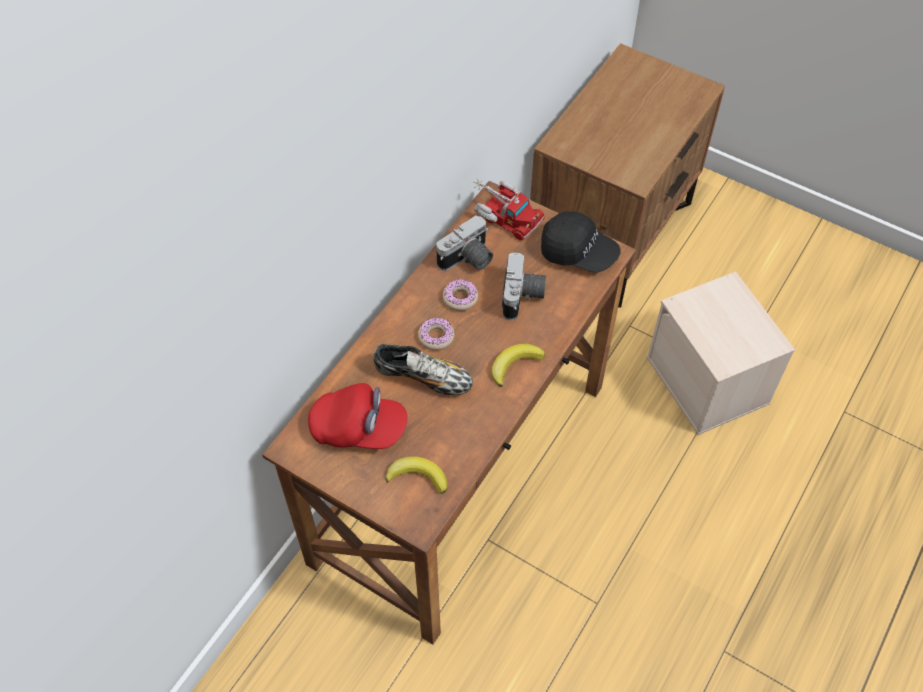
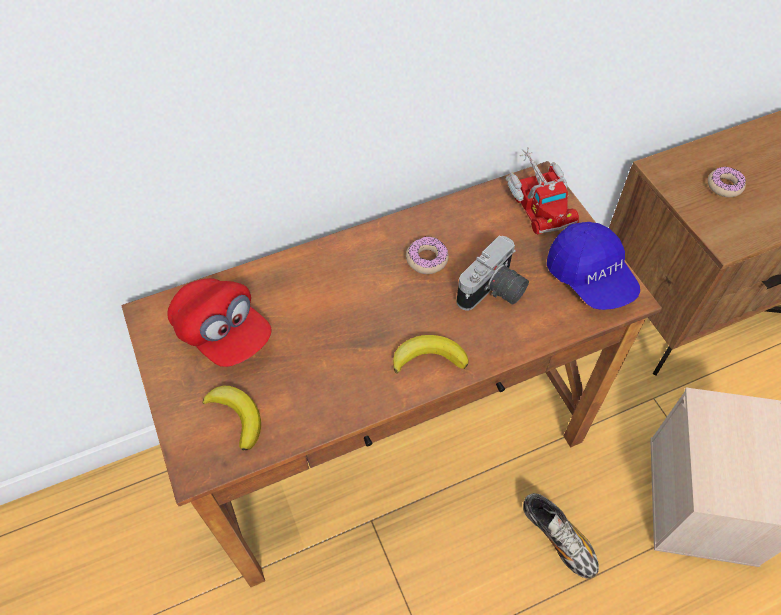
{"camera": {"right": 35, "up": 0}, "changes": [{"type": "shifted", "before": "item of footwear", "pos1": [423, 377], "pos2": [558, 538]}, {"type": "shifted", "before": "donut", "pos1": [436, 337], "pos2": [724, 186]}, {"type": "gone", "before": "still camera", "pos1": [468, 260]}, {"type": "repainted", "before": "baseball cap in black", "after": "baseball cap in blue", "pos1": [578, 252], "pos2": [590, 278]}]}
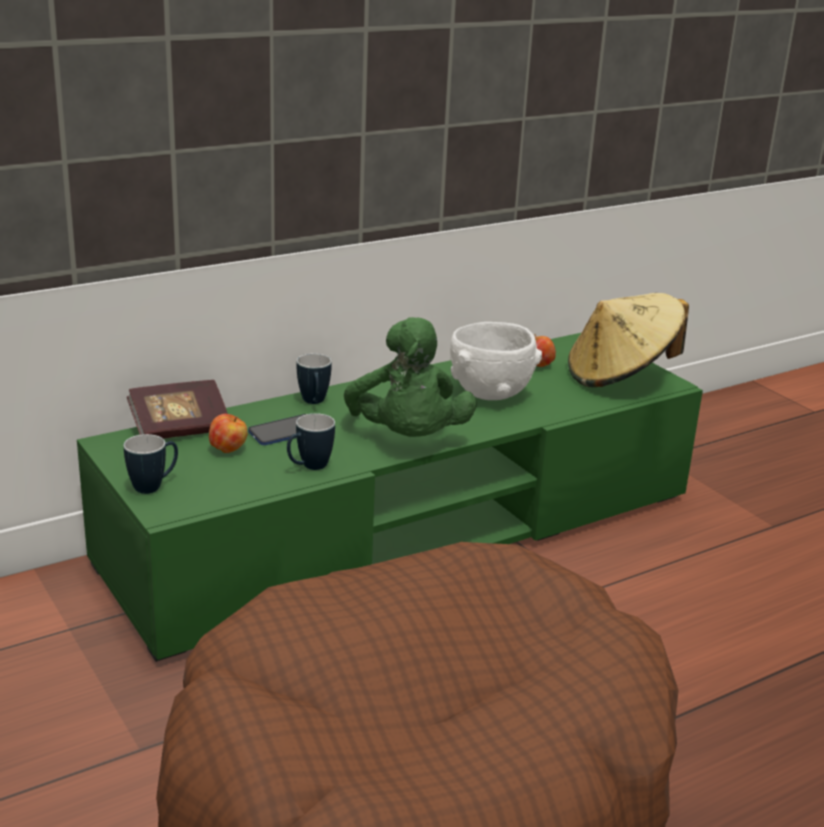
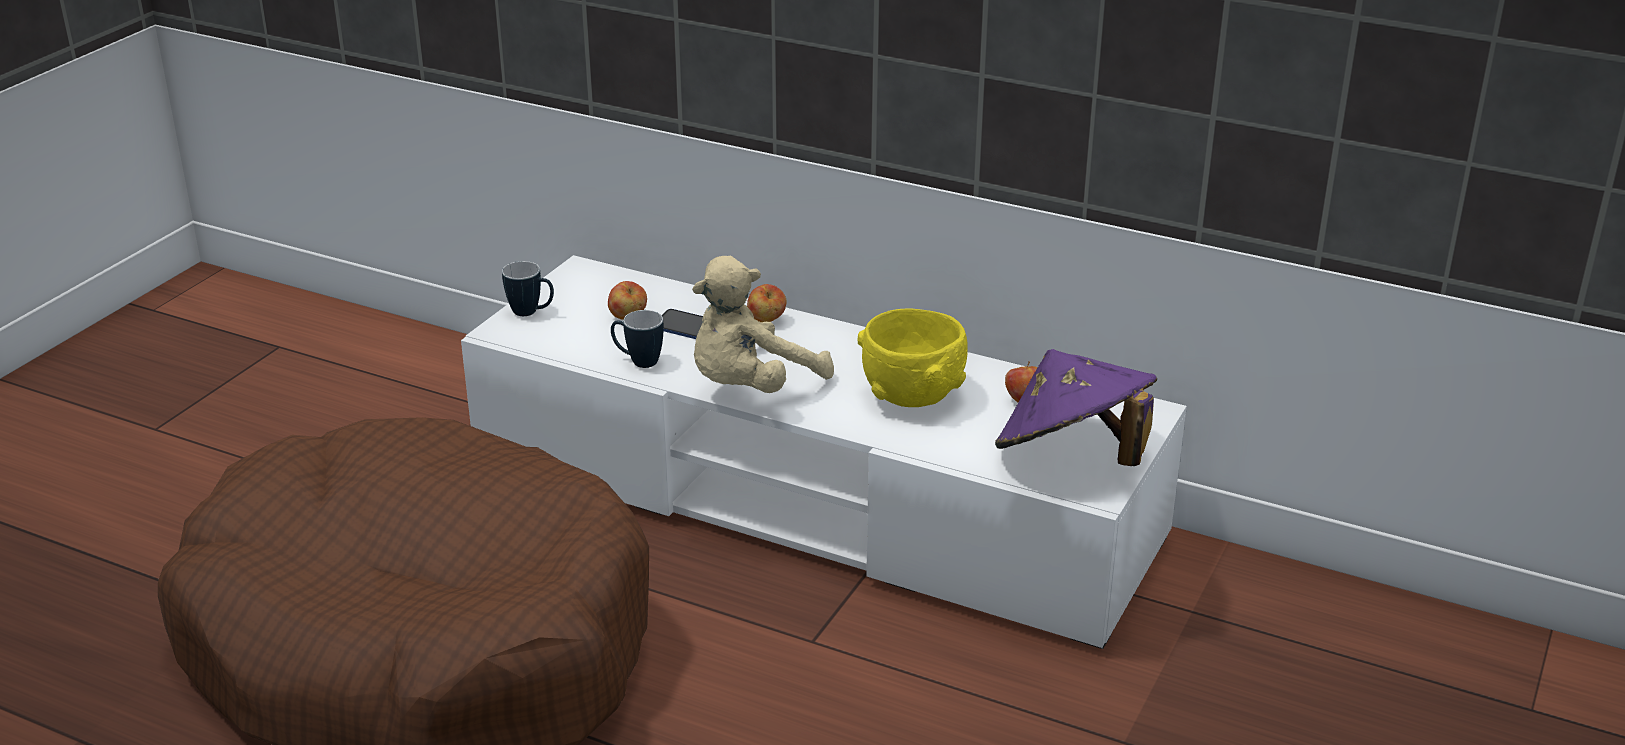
{"camera": {"right": 60, "up": 5}, "changes": [{"type": "repainted", "before": "media console in greenish", "after": "media console in white", "pos1": [406, 529], "pos2": [812, 500]}, {"type": "gone", "before": "volume", "pos1": [180, 429]}, {"type": "swapped", "before": "tea mug", "after": "apple", "pos1": [314, 403], "pos2": [766, 320]}, {"type": "repainted", "before": "cuddly toy in greenish", "after": "cuddly toy in sand-coloured", "pos1": [408, 439], "pos2": [751, 387]}, {"type": "repainted", "before": "bowl in white", "after": "bowl in yellowish", "pos1": [490, 393], "pos2": [913, 396]}, {"type": "repainted", "before": "wearable hat in sand-coloured", "after": "wearable hat in purple", "pos1": [621, 376], "pos2": [1072, 457]}]}
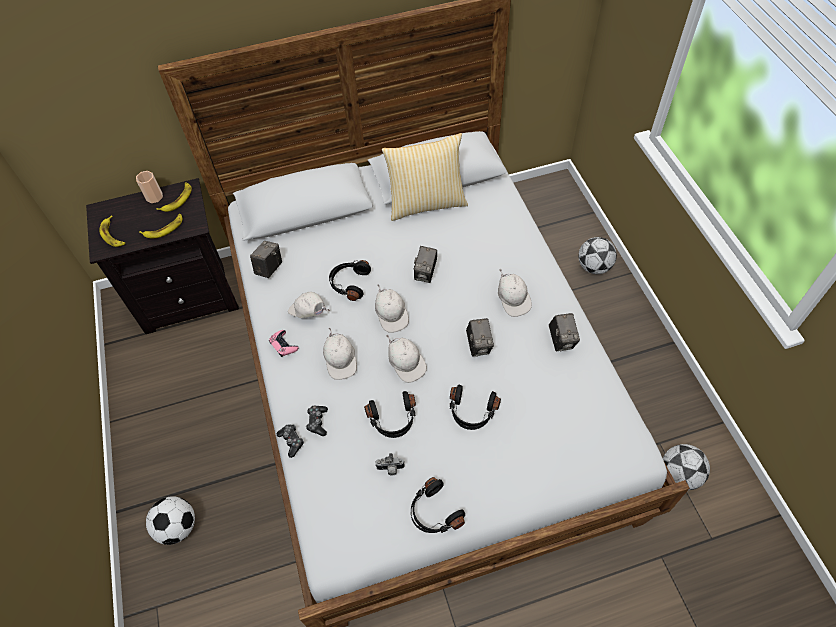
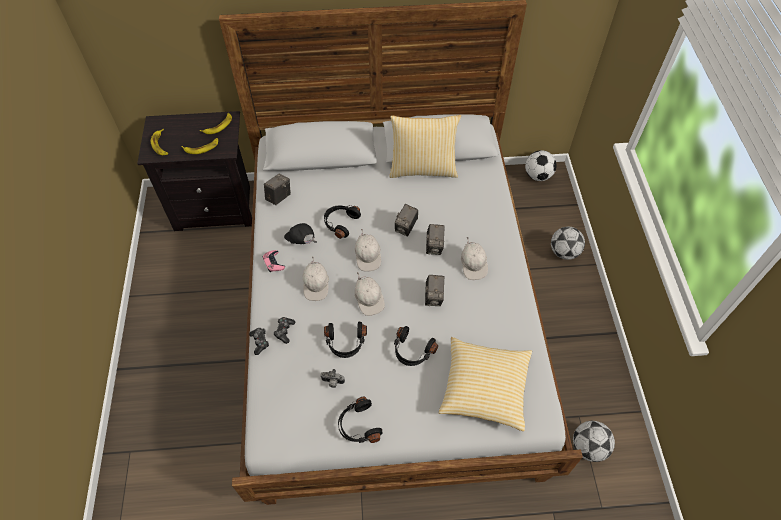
{"camera": {"right": 10, "up": 0}, "changes": [{"type": "gone", "before": "drinking cup", "pos1": [154, 197]}, {"type": "shifted", "before": "football", "pos1": [178, 527], "pos2": [537, 175]}, {"type": "repainted", "before": "baseball cap in white", "after": "baseball cap in black", "pos1": [309, 313], "pos2": [301, 241]}, {"type": "shifted", "before": "still camera", "pos1": [561, 340], "pos2": [434, 247]}, {"type": "new", "after": "cushion", "pos2": [484, 388]}]}
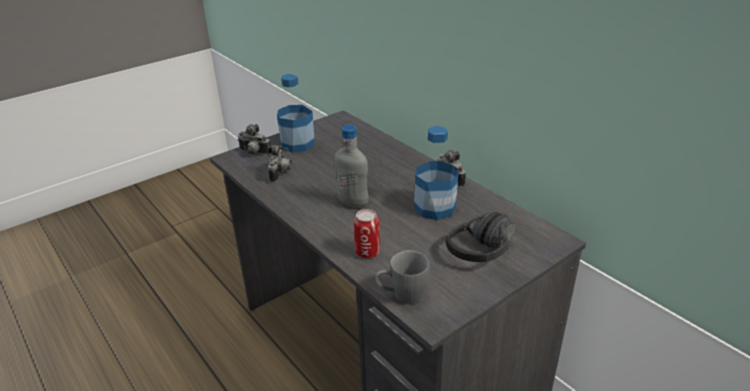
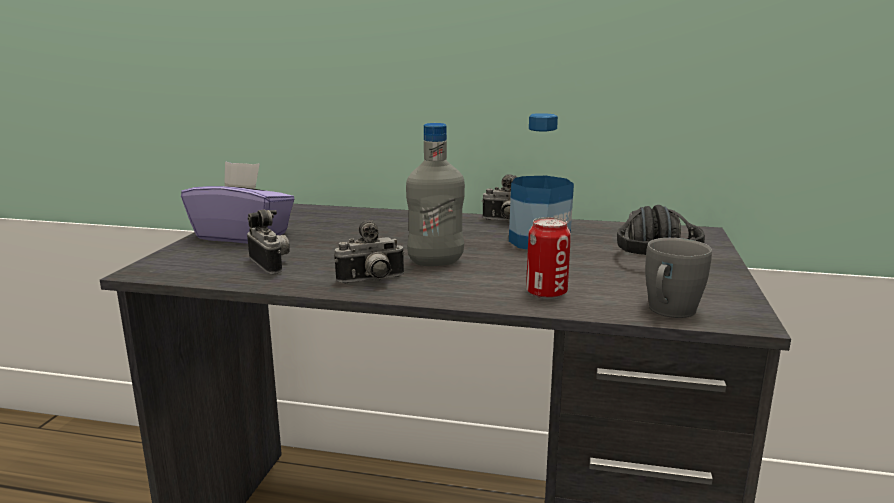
{"camera": {"right": -40, "up": -15}, "changes": [{"type": "shifted", "before": "still camera", "pos1": [253, 153], "pos2": [372, 281]}, {"type": "swapped", "before": "beverage bottle", "after": "tissue holder in purple", "pos1": [297, 143], "pos2": [243, 236]}]}
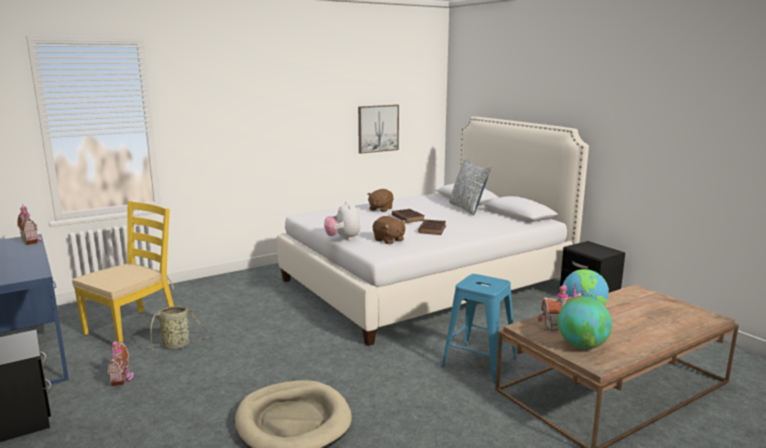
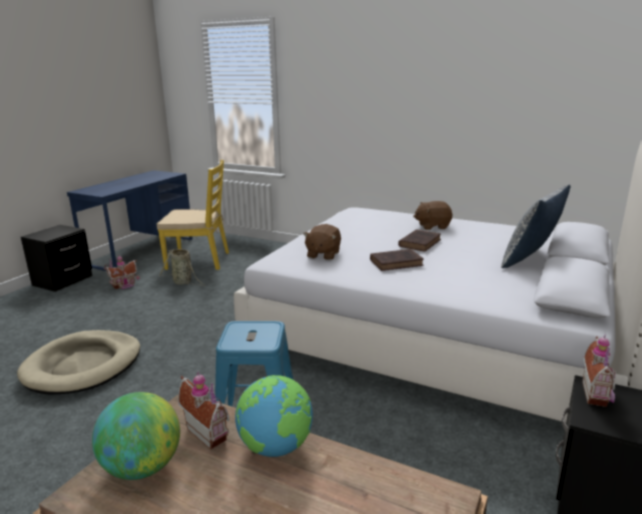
{"camera": {"right": 60, "up": 5}, "changes": [{"type": "shifted", "before": "miniature house", "pos1": [32, 241], "pos2": [598, 394]}, {"type": "gone", "before": "cuddly toy", "pos1": [343, 238]}, {"type": "gone", "before": "picture", "pos1": [378, 128]}]}
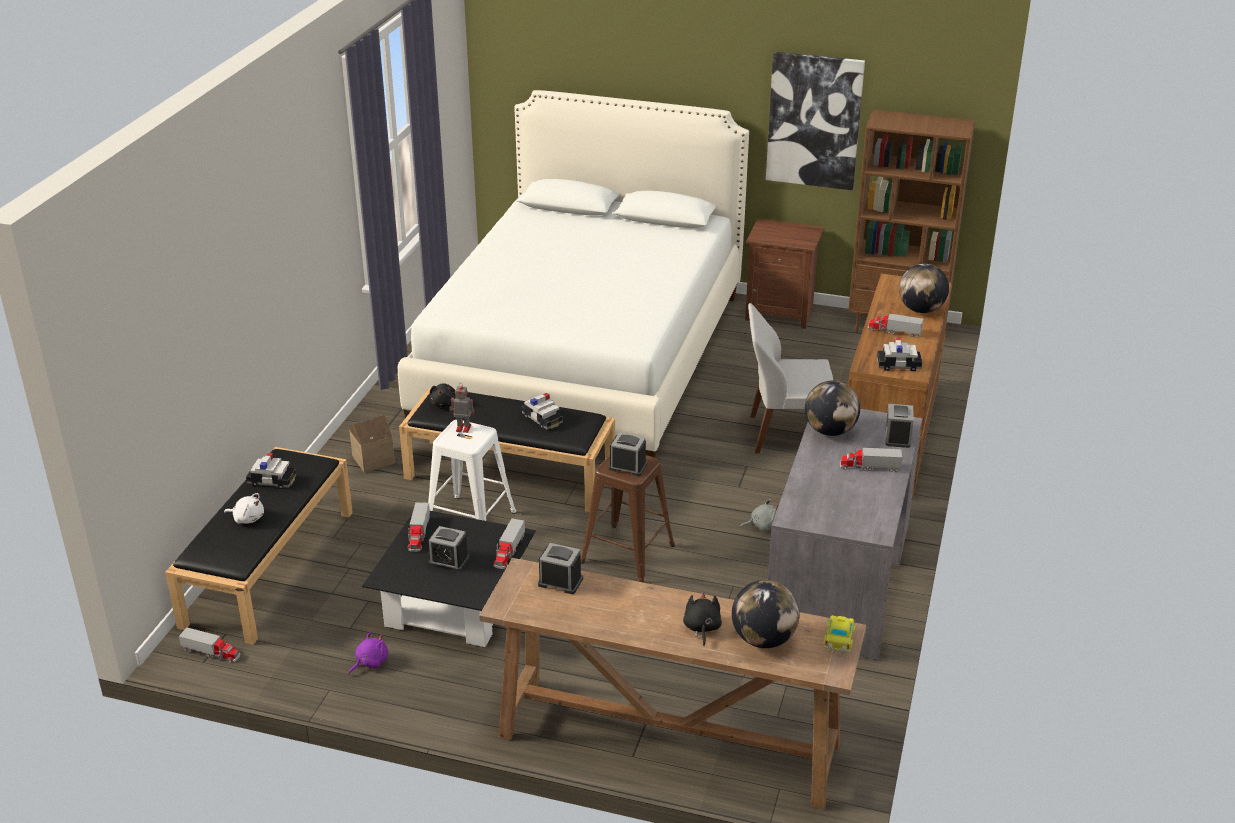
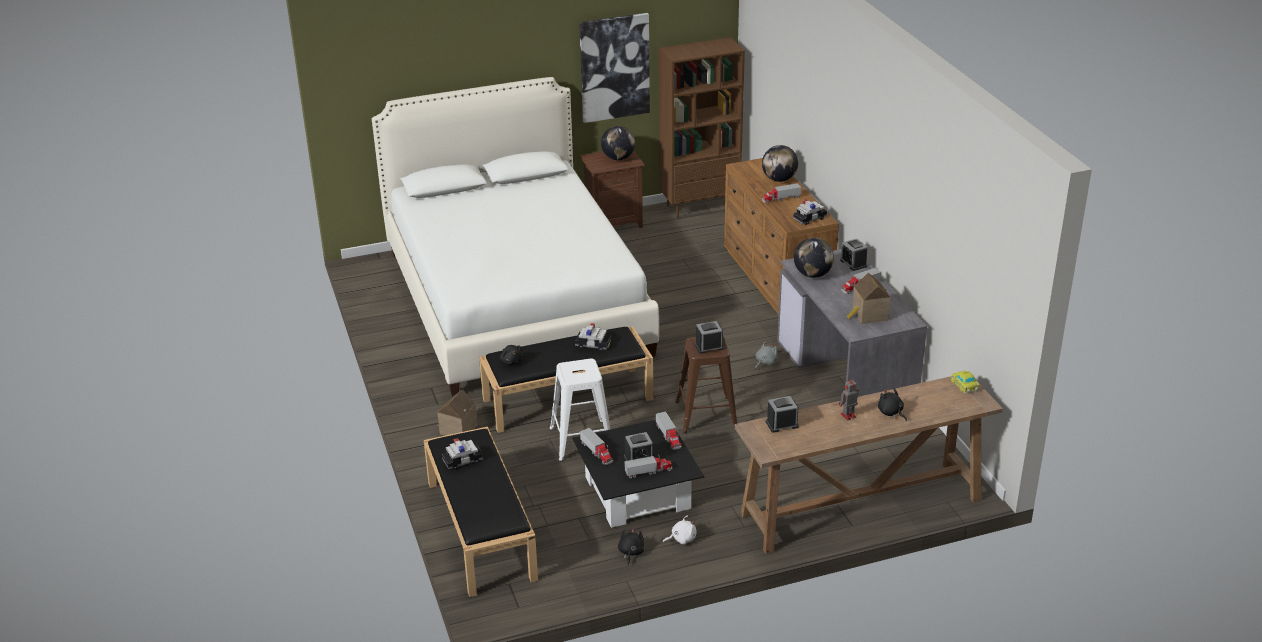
{"camera": {"right": -35, "up": 0}, "changes": [{"type": "shifted", "before": "toy truck", "pos1": [211, 652], "pos2": [648, 471]}, {"type": "shifted", "before": "cuddly toy in white", "pos1": [247, 518], "pos2": [681, 539]}, {"type": "repainted", "before": "cuddly toy in purple", "after": "cuddly toy in black", "pos1": [370, 662], "pos2": [630, 552]}, {"type": "shifted", "before": "model robot", "pos1": [462, 428], "pos2": [847, 416]}, {"type": "shifted", "before": "world globe", "pos1": [763, 639], "pos2": [618, 158]}, {"type": "gone", "before": "upright chair in white", "pos1": [785, 434]}, {"type": "new", "after": "miniature house", "pos2": [868, 315]}]}
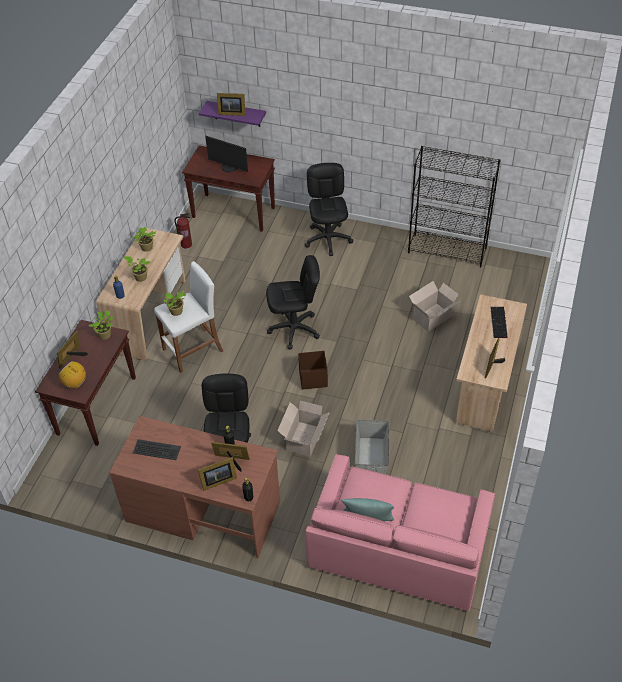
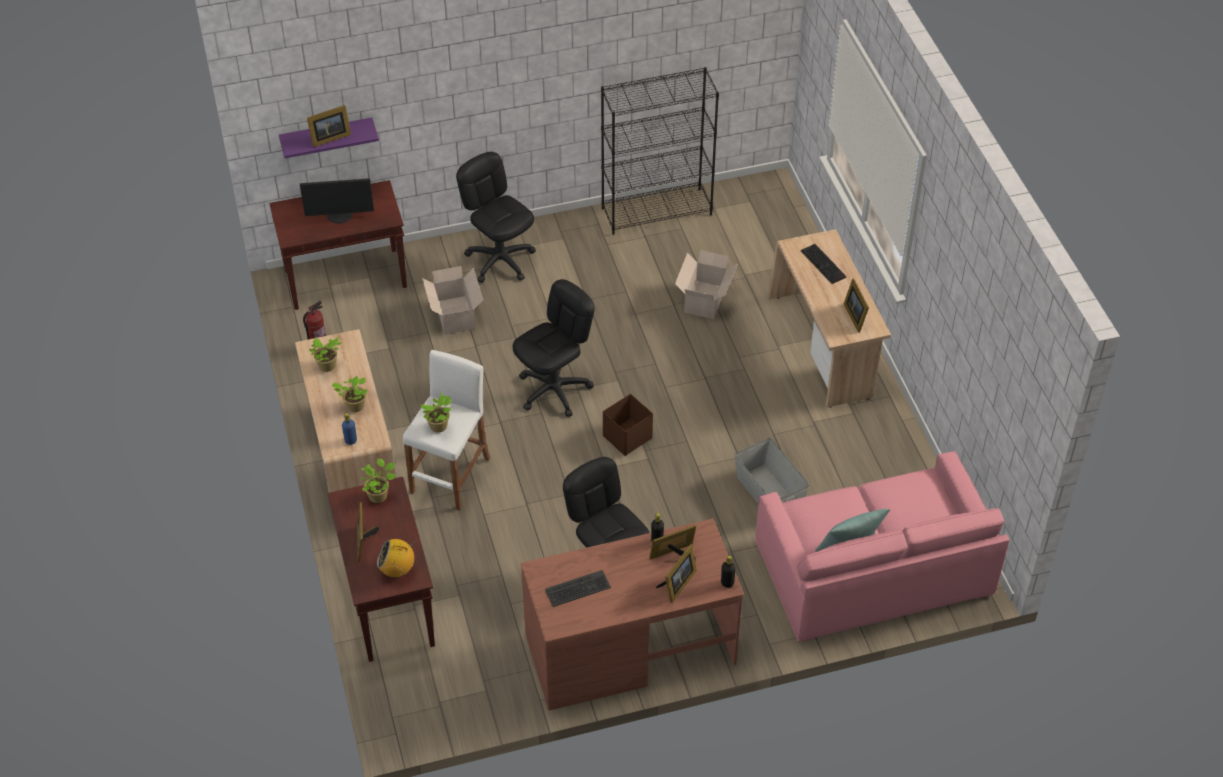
{"camera": {"right": -35, "up": 0}, "changes": [{"type": "shifted", "before": "cardboard box", "pos1": [303, 440], "pos2": [454, 316]}]}
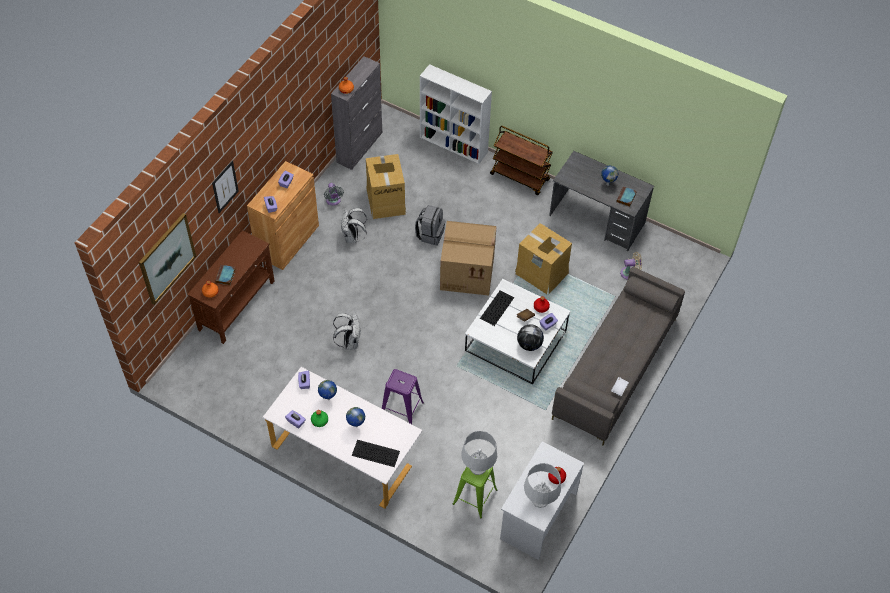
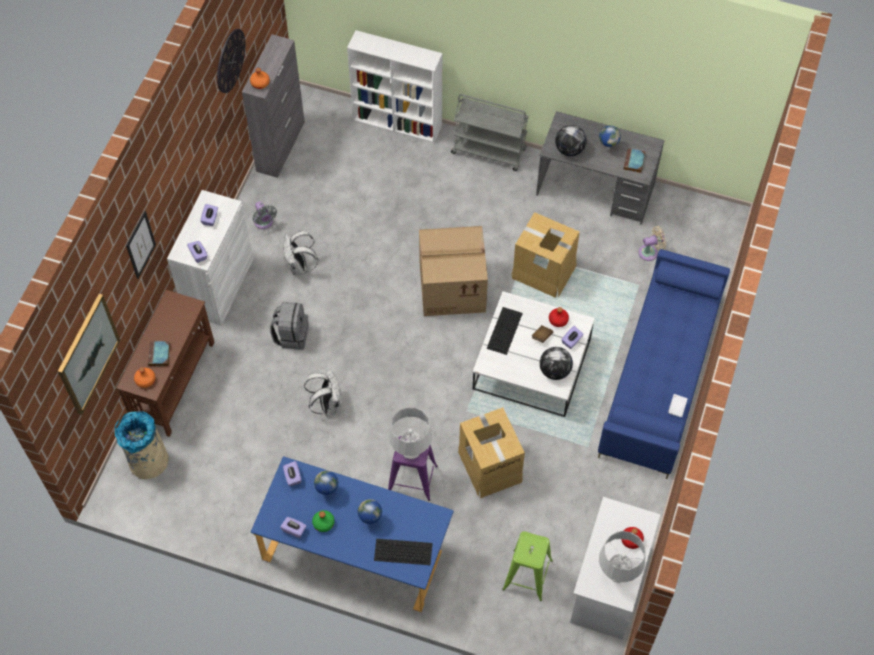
{"camera": {"right": -10, "up": 5}, "changes": [{"type": "repainted", "before": "cabinet in brown-coloured", "after": "cabinet in white", "pos1": [287, 241], "pos2": [218, 286]}, {"type": "repainted", "before": "desk table in white", "after": "desk table in blue", "pos1": [345, 454], "pos2": [355, 551]}, {"type": "shifted", "before": "cardboard box", "pos1": [386, 201], "pos2": [490, 465]}, {"type": "shifted", "before": "backpack in greyish", "pos1": [430, 234], "pos2": [291, 335]}, {"type": "shifted", "before": "table lamp in greyish", "pos1": [478, 467], "pos2": [410, 449]}, {"type": "repainted", "before": "cart in brown-coloured", "after": "cart in greyish", "pos1": [520, 177], "pos2": [489, 151]}, {"type": "repainted", "before": "sofa in greyish", "after": "sofa in blue", "pos1": [615, 369], "pos2": [660, 378]}, {"type": "new", "after": "trash can in sand-coloured", "pos2": [148, 461]}, {"type": "new", "after": "hanging clock", "pos2": [230, 60]}, {"type": "new", "after": "world globe", "pos2": [569, 149]}]}
